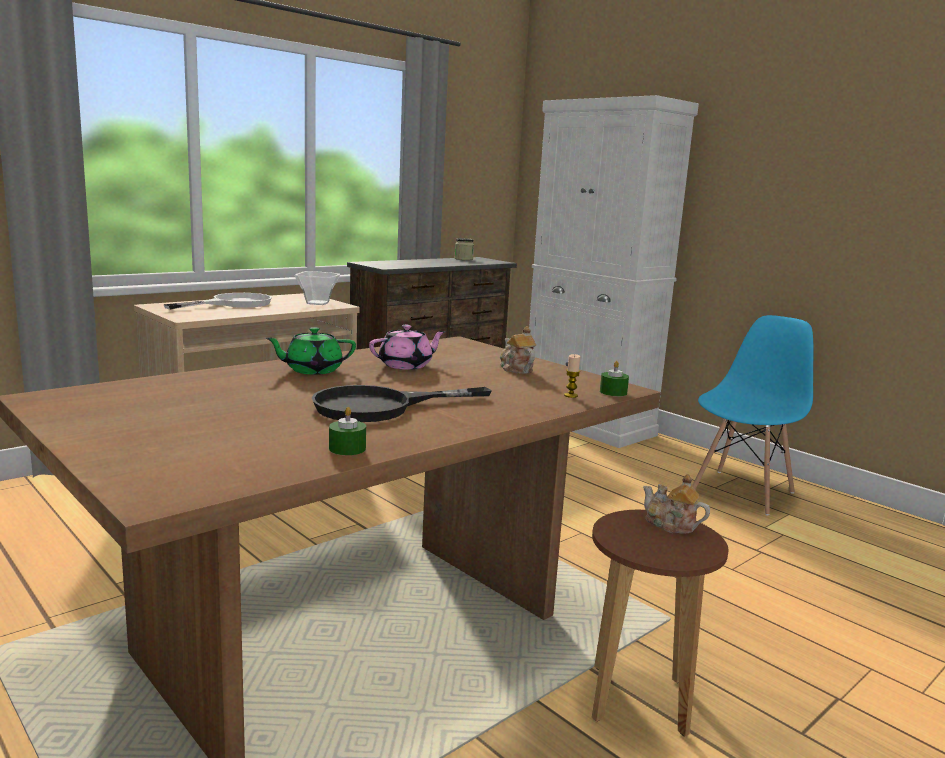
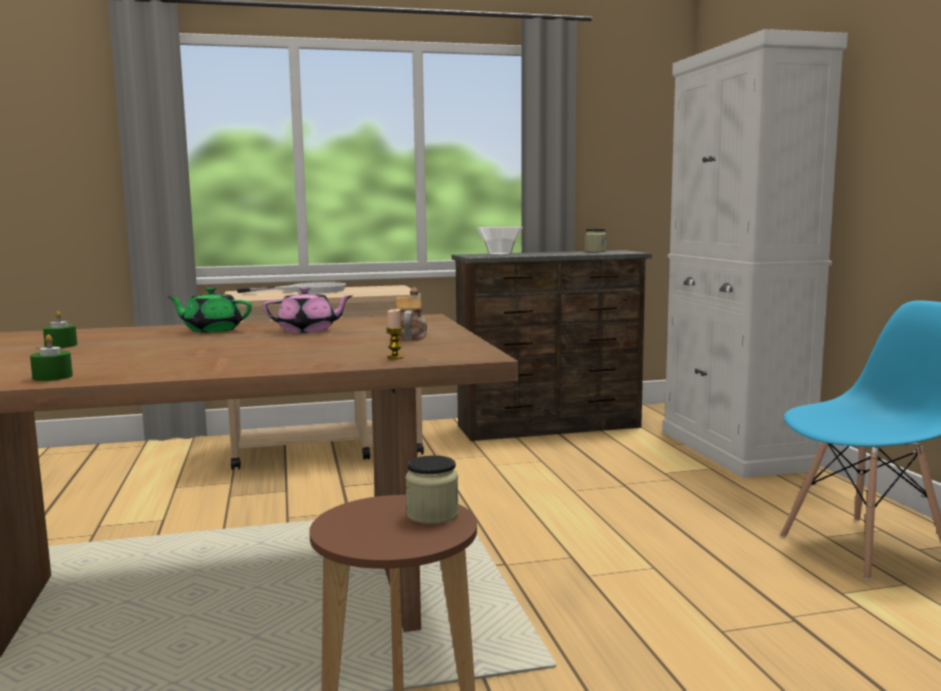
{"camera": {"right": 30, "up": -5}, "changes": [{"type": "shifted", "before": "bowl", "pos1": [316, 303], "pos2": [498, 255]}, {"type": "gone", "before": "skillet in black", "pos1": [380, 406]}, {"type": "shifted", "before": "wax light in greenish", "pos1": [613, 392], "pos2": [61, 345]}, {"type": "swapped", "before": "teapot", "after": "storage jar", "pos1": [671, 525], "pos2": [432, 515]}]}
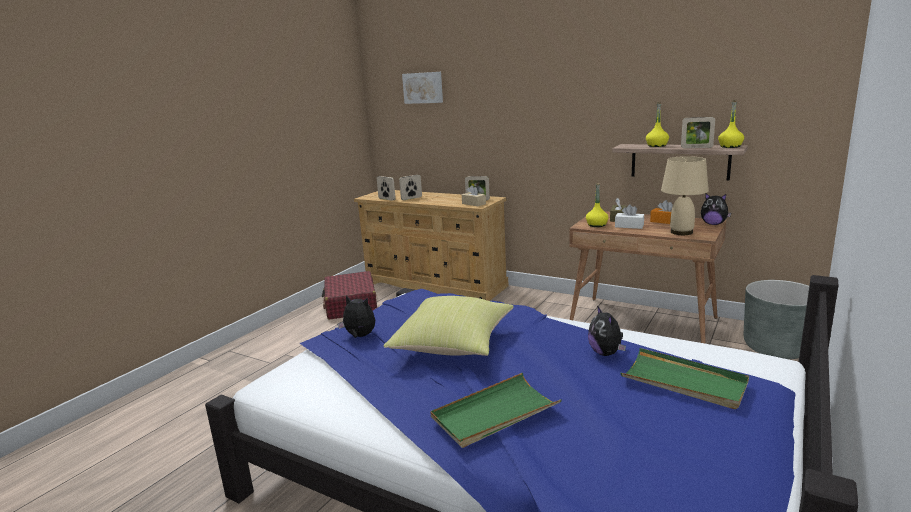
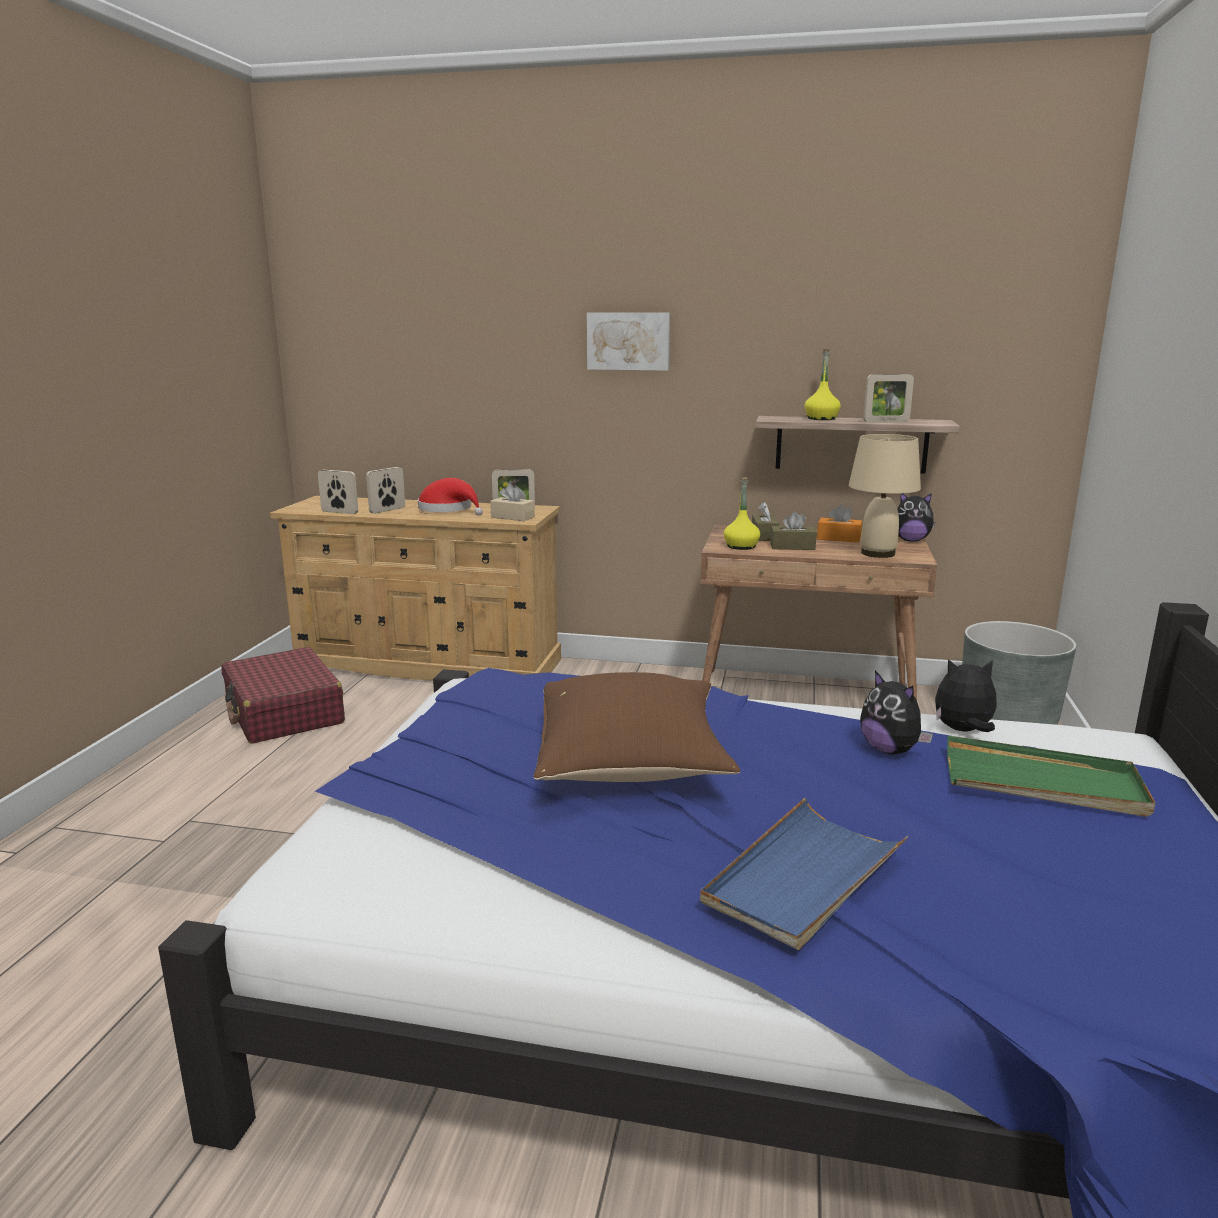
{"camera": {"right": -20, "up": 0}, "changes": [{"type": "shifted", "before": "cuddly toy", "pos1": [359, 336], "pos2": [963, 731]}, {"type": "repainted", "before": "cushion in yellowish", "after": "cushion in brown-coloured", "pos1": [454, 346], "pos2": [632, 765]}, {"type": "shifted", "before": "picture", "pos1": [423, 87], "pos2": [628, 341]}, {"type": "repainted", "before": "tray in greenish", "after": "tray in blue", "pos1": [494, 413], "pos2": [803, 877]}, {"type": "repainted", "before": "tissue holder in white", "after": "tissue holder in brown-coloured", "pos1": [629, 226], "pos2": [792, 547]}, {"type": "gone", "before": "beverage bottle in yellowish", "pos1": [730, 146]}, {"type": "new", "after": "wearable hat in red-coloured", "pos2": [448, 509]}]}
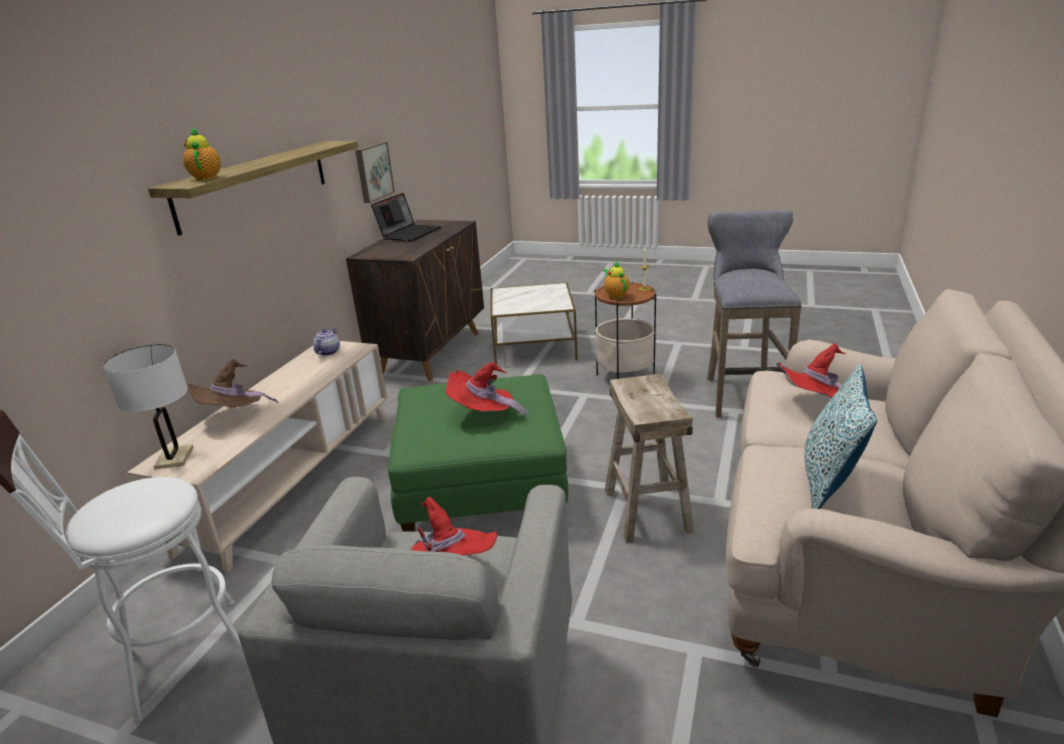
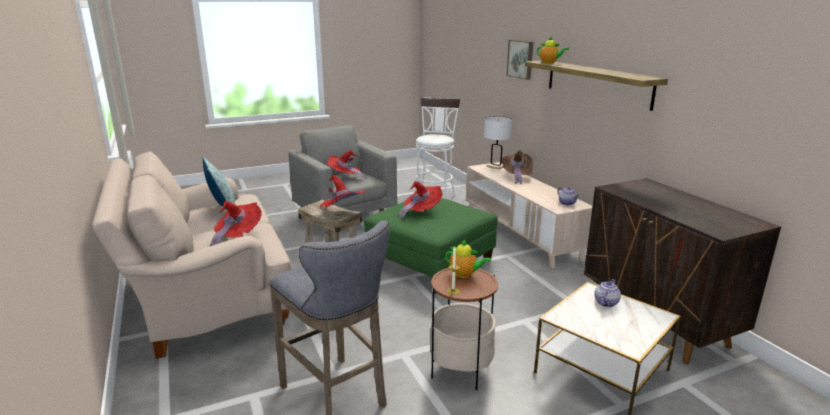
{"camera": {"right": 135, "up": -5}, "changes": [{"type": "shifted", "before": "picture", "pos1": [373, 171], "pos2": [521, 59]}, {"type": "gone", "before": "laptop", "pos1": [409, 233]}, {"type": "new", "after": "wearable hat in red-coloured", "pos2": [342, 212]}, {"type": "new", "after": "teapot", "pos2": [606, 302]}]}
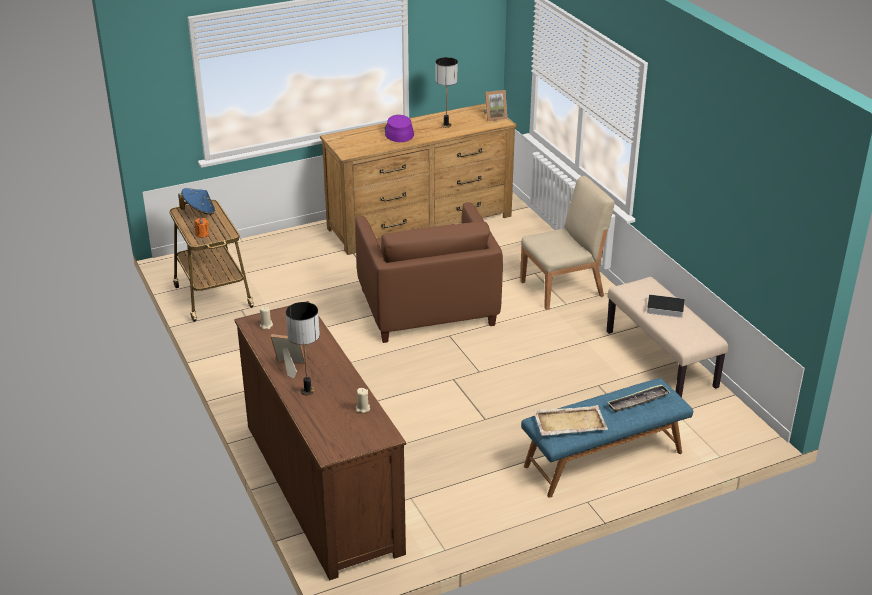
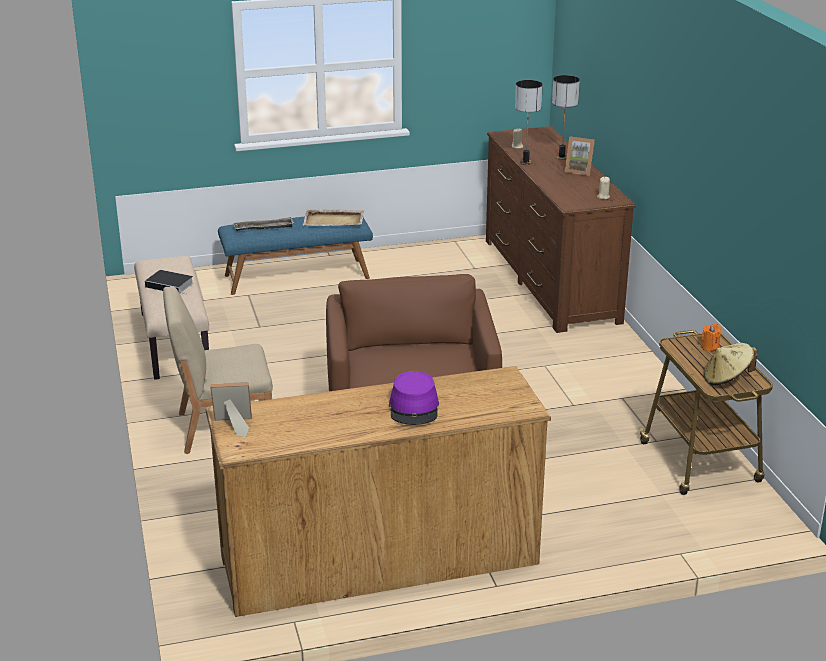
{"camera": {"right": -170, "up": -5}, "changes": [{"type": "repainted", "before": "wearable hat in blue", "after": "wearable hat in sand-coloured", "pos1": [199, 212], "pos2": [726, 379]}, {"type": "shifted", "before": "table lamp", "pos1": [446, 125], "pos2": [525, 163]}]}
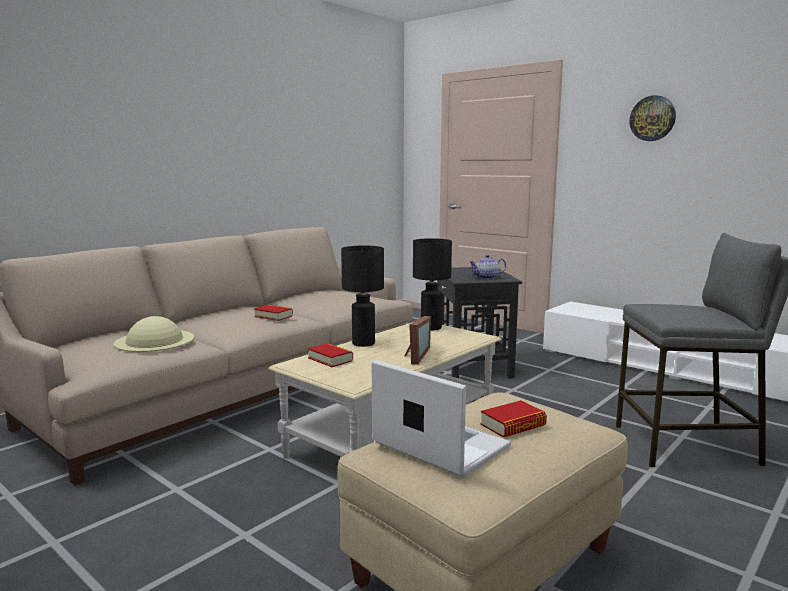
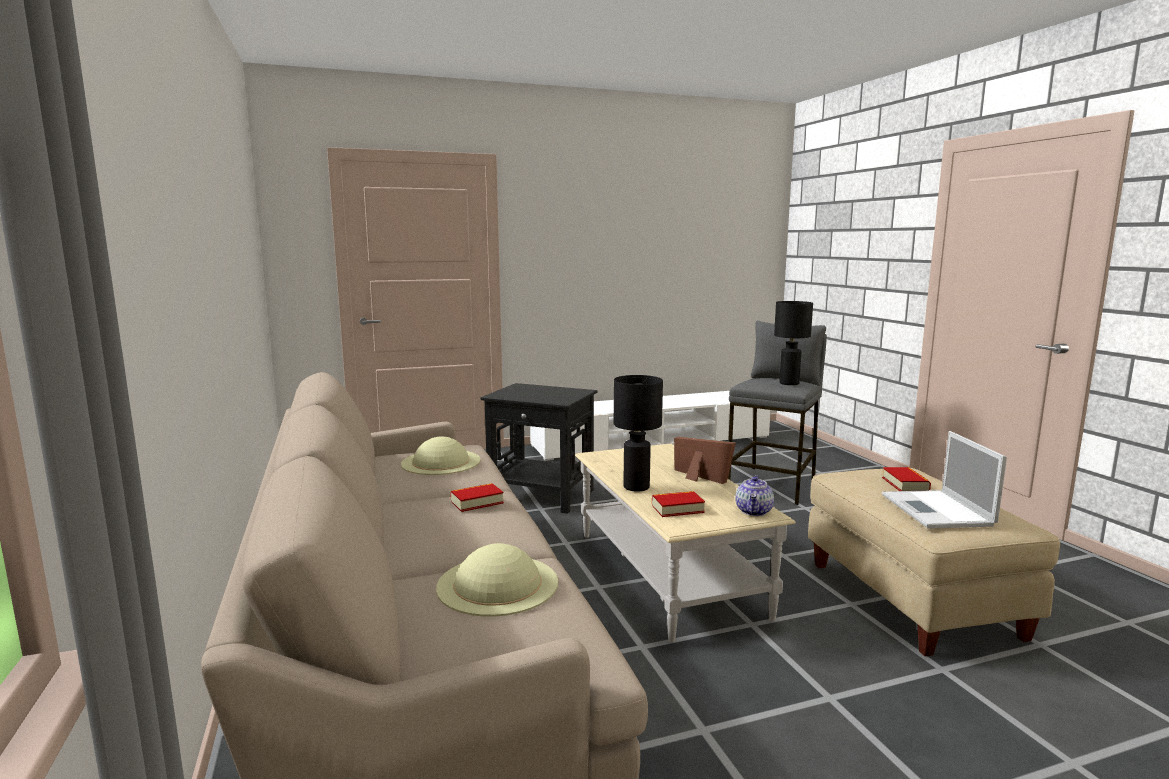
{"camera": {"right": -60, "up": 0}, "changes": [{"type": "rotated", "before": "laptop", "pos1": [438, 444], "pos2": [938, 511], "turn": -75}, {"type": "shifted", "before": "table lamp in black", "pos1": [430, 327], "pos2": [788, 383]}, {"type": "shifted", "before": "teapot", "pos1": [487, 277], "pos2": [754, 511]}, {"type": "gone", "before": "hanging clock", "pos1": [652, 118]}, {"type": "new", "after": "wearable hat in sand-coloured", "pos2": [441, 462]}]}
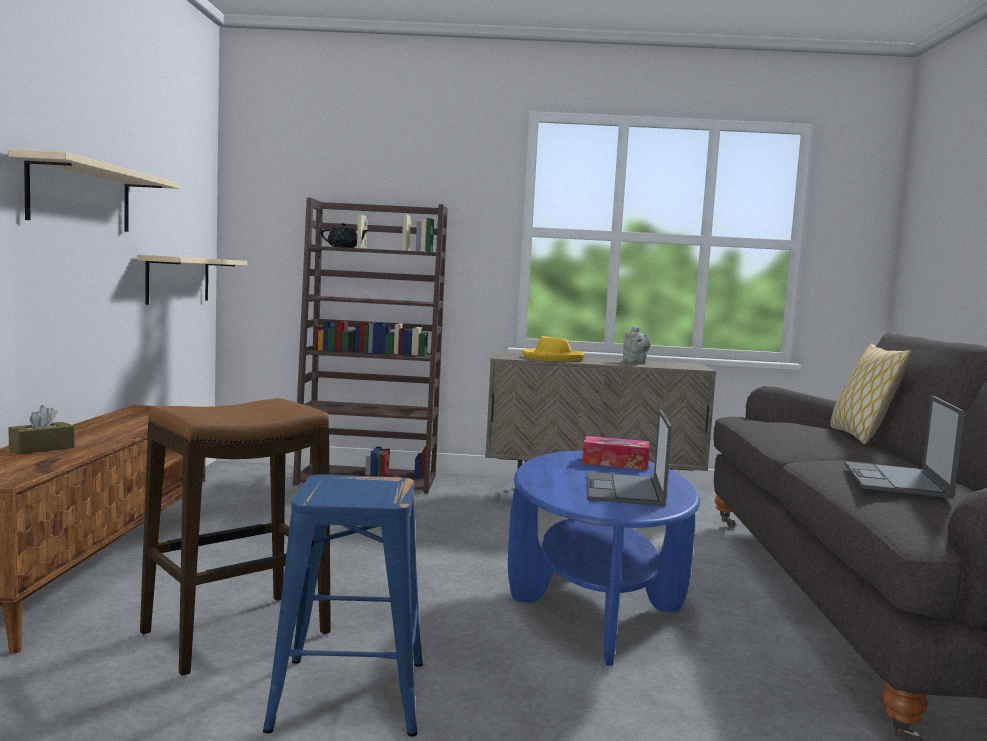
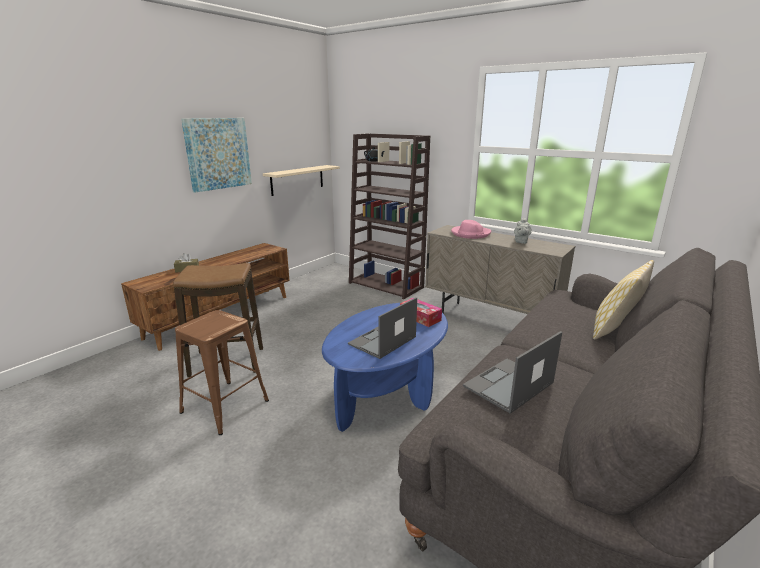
{"camera": {"right": 35, "up": 15}, "changes": [{"type": "swapped", "before": "bracket shelf in sand-coloured", "after": "picture", "pos1": [81, 196], "pos2": [218, 153]}, {"type": "repainted", "before": "stool in blue", "after": "stool in brown-coloured", "pos1": [347, 694], "pos2": [224, 406]}, {"type": "repainted", "before": "wearable hat in yellowish", "after": "wearable hat in pink-coloured", "pos1": [552, 358], "pos2": [470, 234]}]}
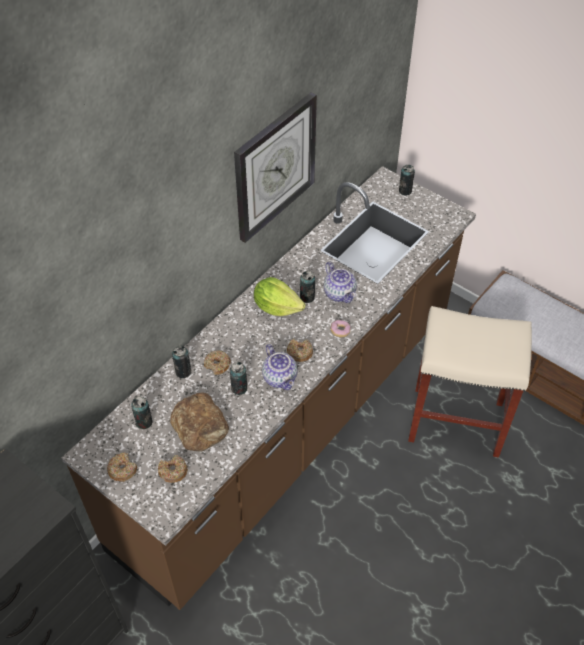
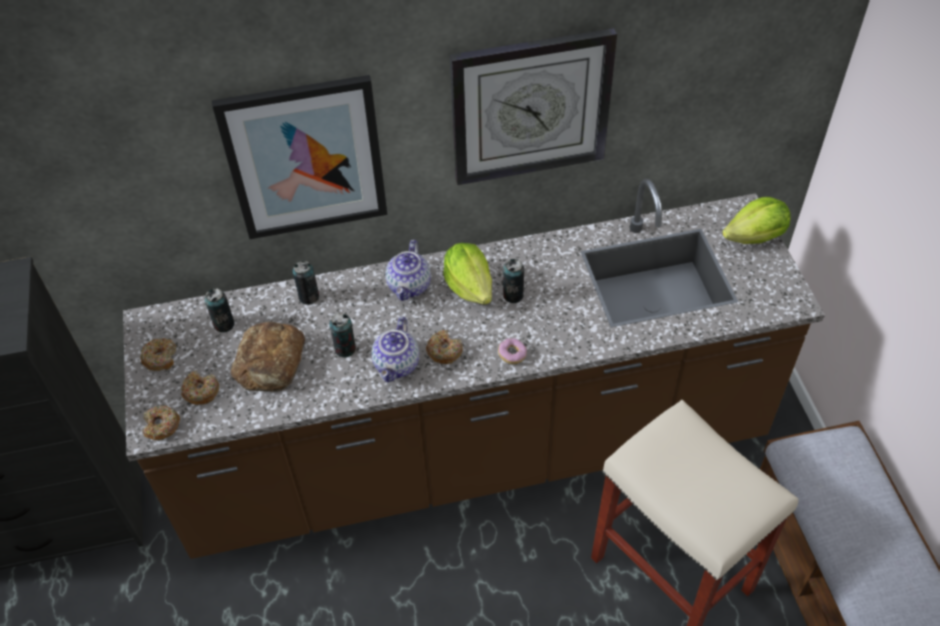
{"camera": {"right": 40, "up": 0}, "changes": [{"type": "shifted", "before": "donut", "pos1": [217, 365], "pos2": [161, 426]}, {"type": "shifted", "before": "teapot", "pos1": [340, 293], "pos2": [410, 286]}, {"type": "swapped", "before": "sealed can", "after": "head of lettuce", "pos1": [405, 191], "pos2": [755, 237]}, {"type": "new", "after": "picture", "pos2": [305, 158]}]}
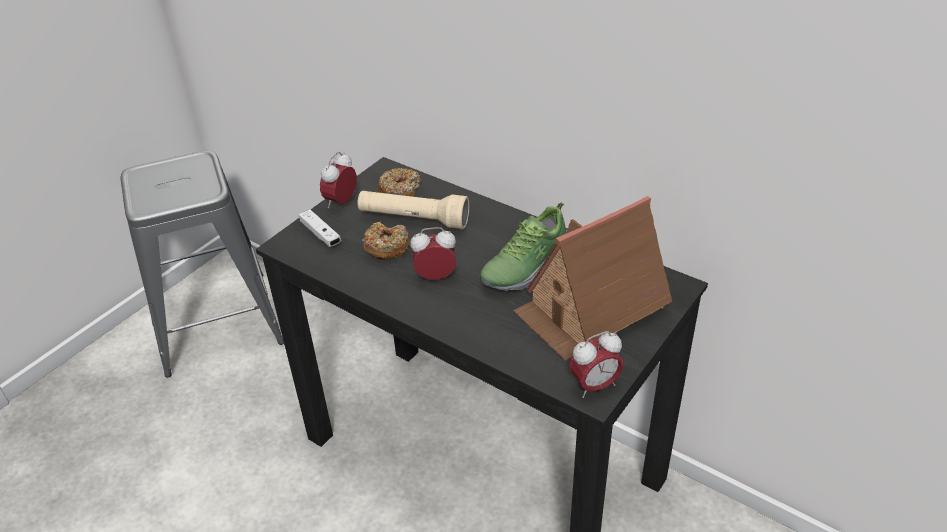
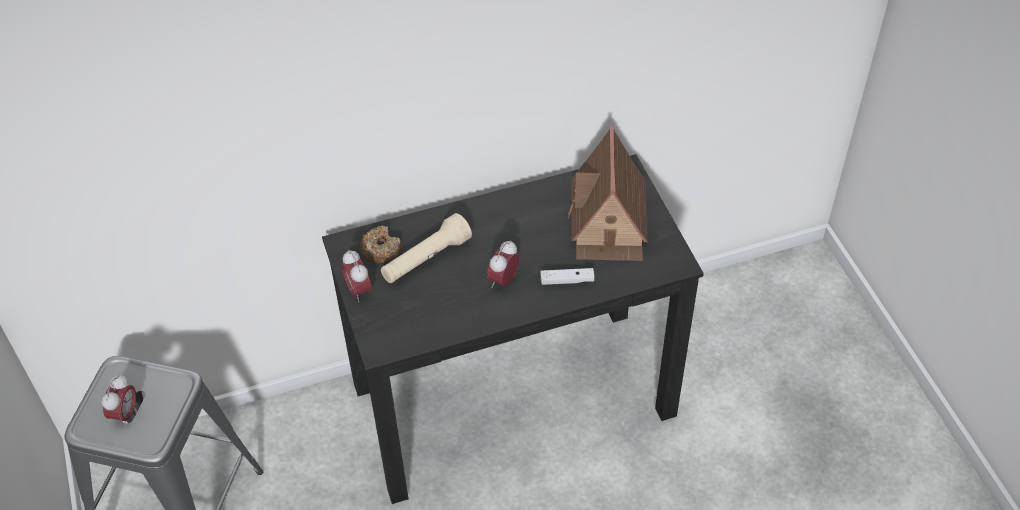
{"camera": {"right": -55, "up": 10}, "changes": [{"type": "shifted", "before": "gamepad in white", "pos1": [320, 234], "pos2": [567, 280]}, {"type": "gone", "before": "donut", "pos1": [386, 247]}, {"type": "gone", "before": "item of footwear", "pos1": [524, 265]}, {"type": "shifted", "before": "alarm clock", "pos1": [594, 386], "pos2": [125, 414]}]}
